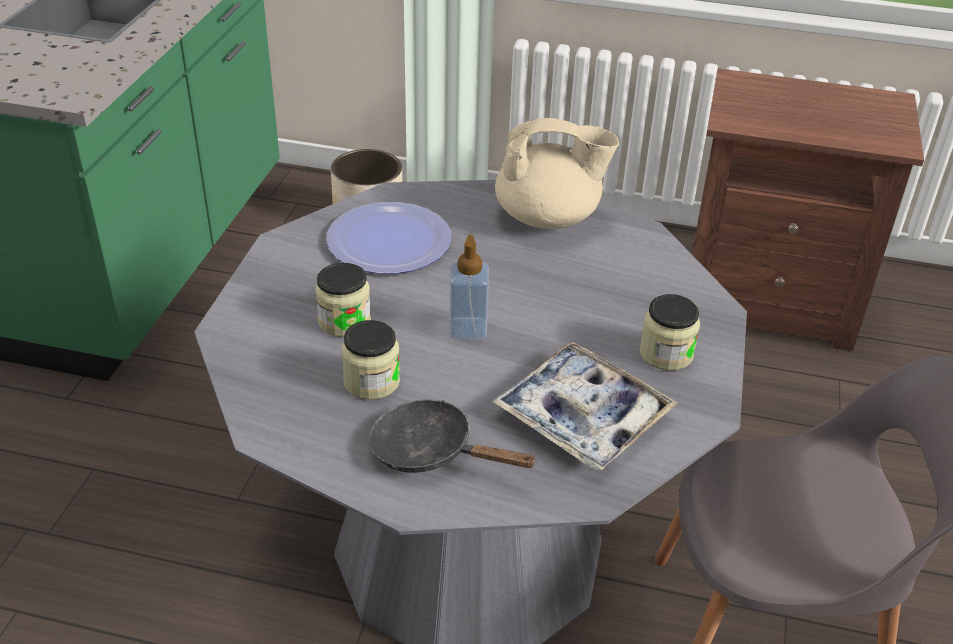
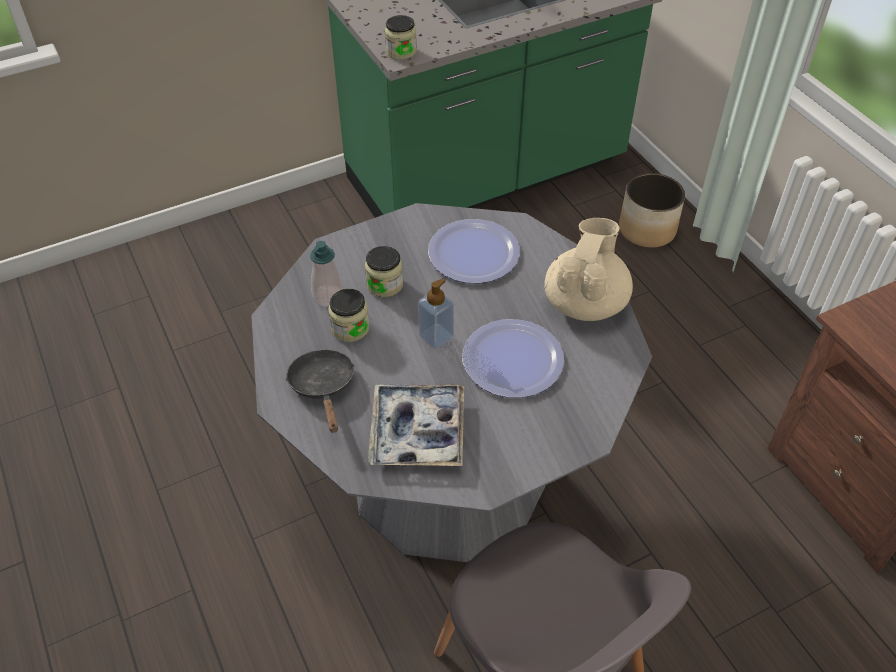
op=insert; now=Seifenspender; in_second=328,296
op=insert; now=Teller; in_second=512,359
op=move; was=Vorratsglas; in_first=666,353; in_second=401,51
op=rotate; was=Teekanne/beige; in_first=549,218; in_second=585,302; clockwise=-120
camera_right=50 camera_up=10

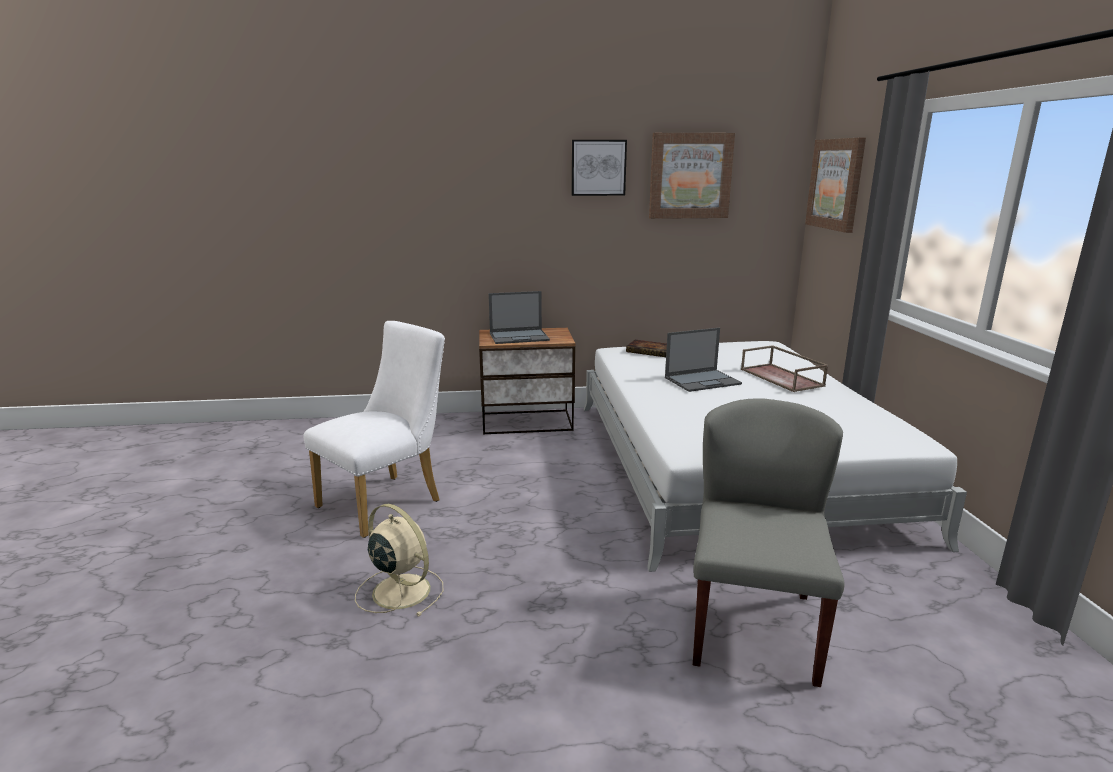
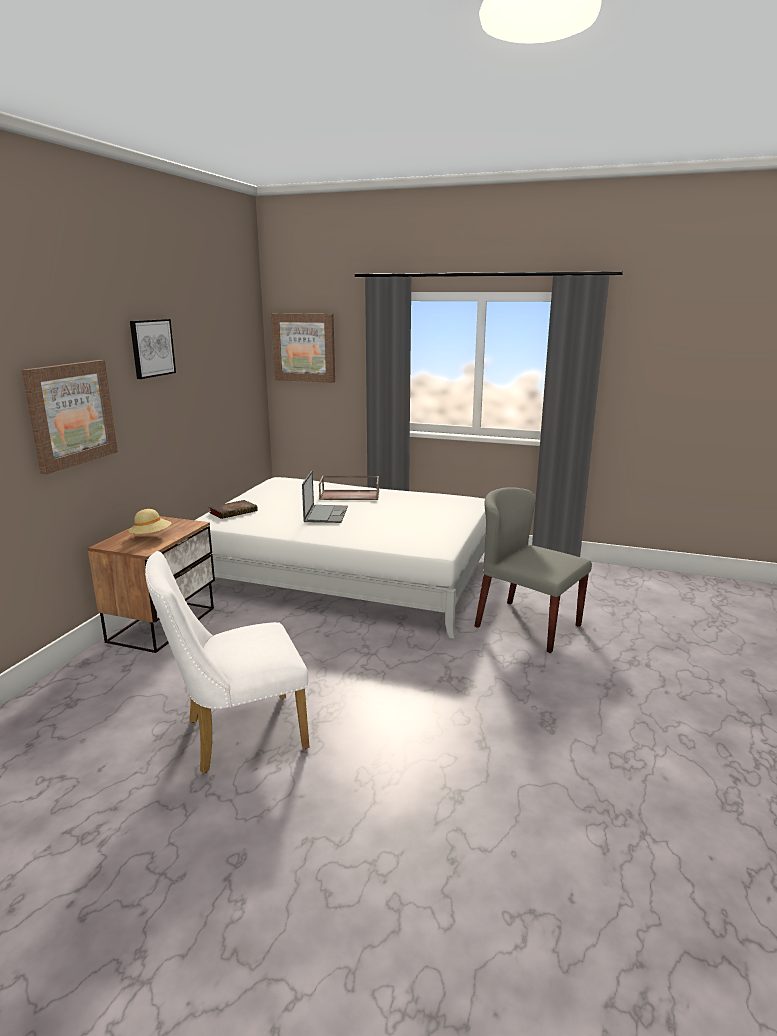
op=delete; was=Ventilator/beige; in_first=399,590
op=move; was=Bild; in_first=690,176; in_second=71,414
op=replace; was=Laptop; now=Hut/beige; in_first=520,337; in_second=151,536
op=rotate; was=Stuhl/weiß; in_first=387,501; in_second=236,736; clockwise=-90
camera_right=-65 camera_up=0

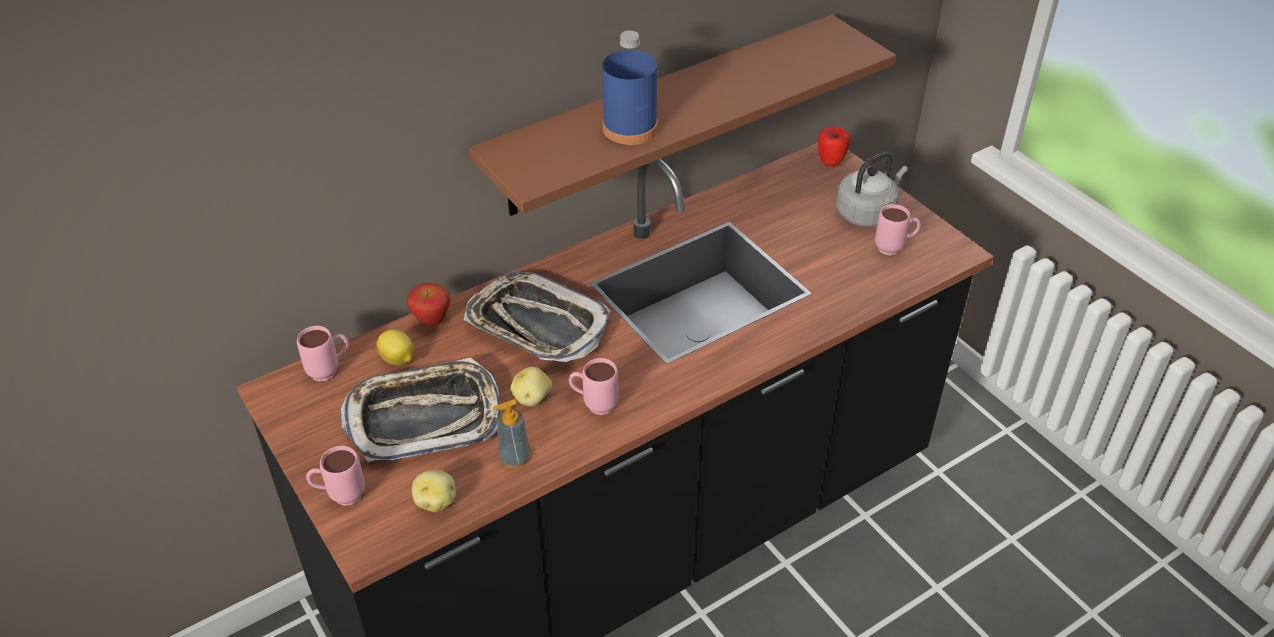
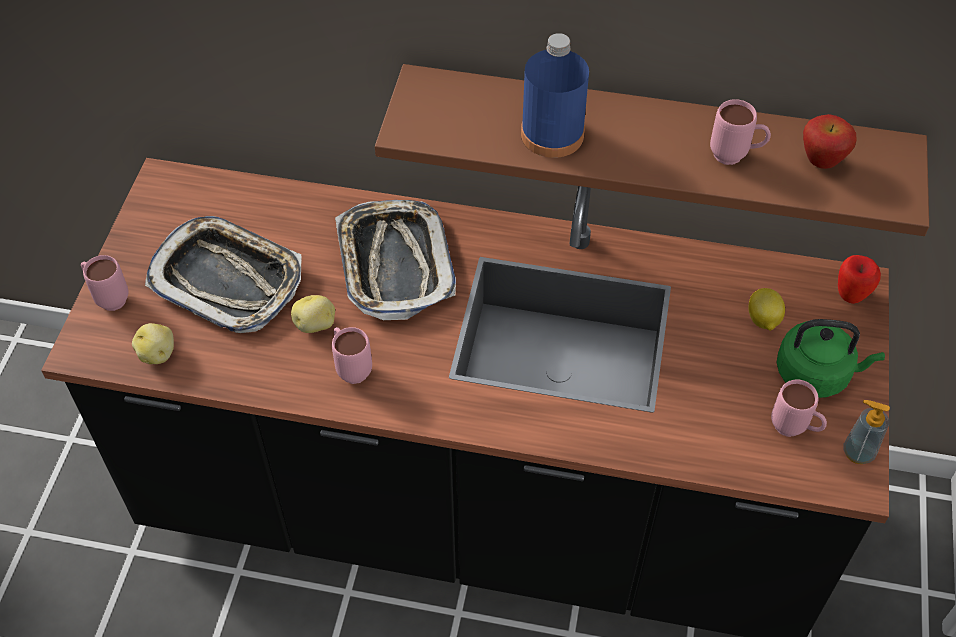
op=move; was=Henkelbecher/rosa; in_first=330,371; in_second=735,157
op=move; was=Zitrone; in_first=398,360; in_second=763,320
op=move; was=Apfel; in_first=432,322; in_second=821,162
op=move; was=Seifenspender; in_first=514,458; in_second=858,452
op=recolor; was=Wasserkessel/grau; now=Wasserkessel/grün; in_first=867,213; in_second=816,374
camera_right=45 camera_up=10

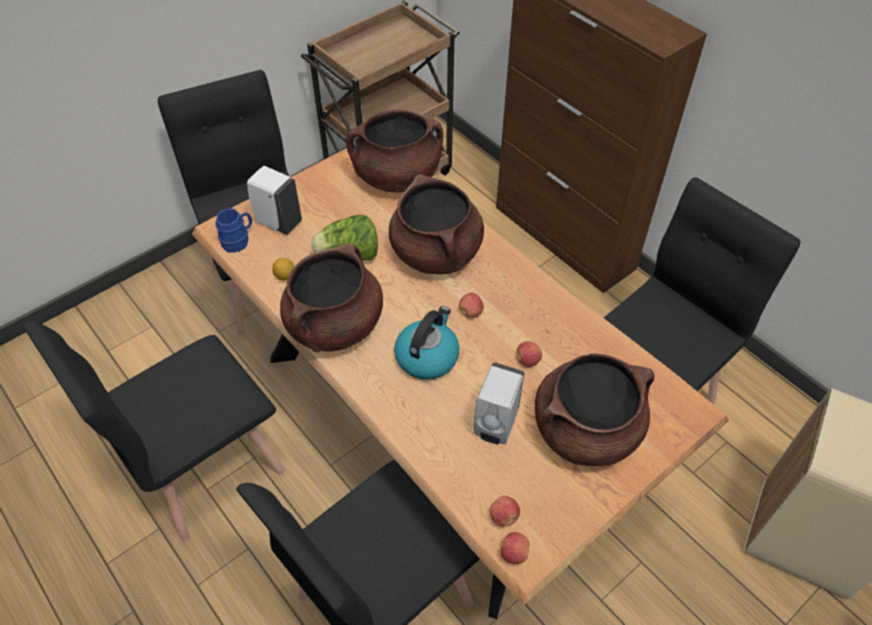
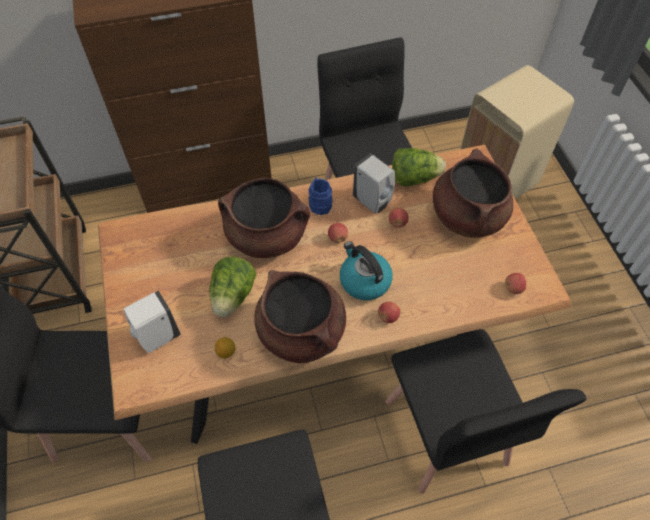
op=delete; was=Kochtopf/braun; in_first=397,177
op=insert; now=Salatkopf; in_second=414,178
op=move; was=Henkelbecher/blau; in_first=239,240; in_second=319,203
op=move; was=Seifenspender/weiß; in_first=495,426; in_second=373,202
op=move; was=Apfel; in_first=513,553; in_second=388,317
camera_right=-65 camera_up=5

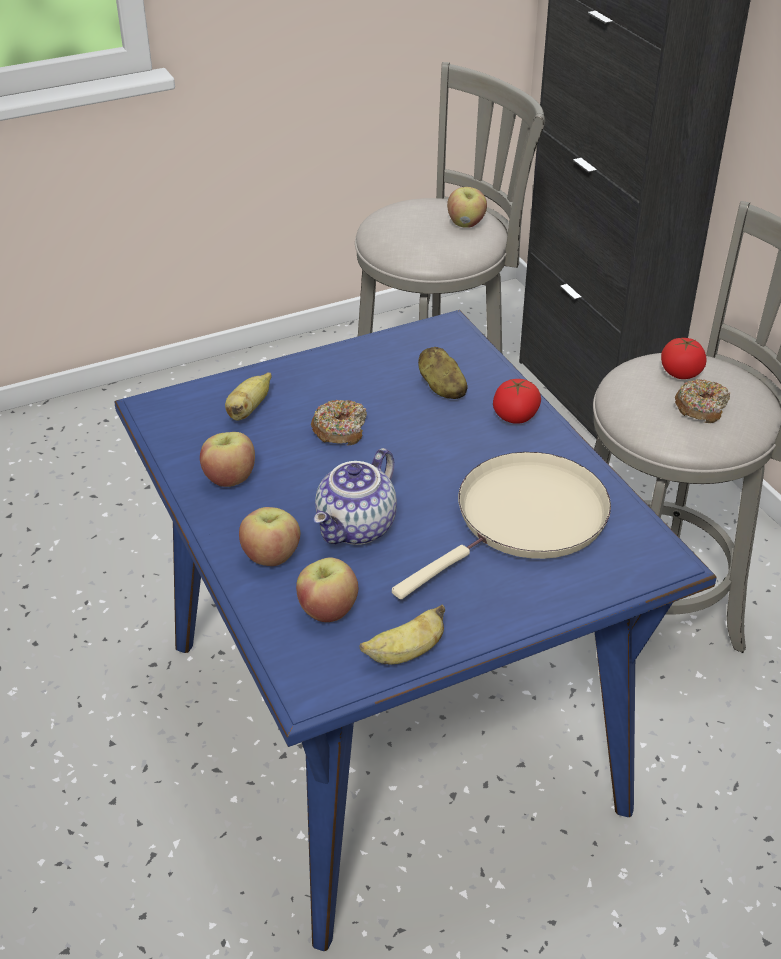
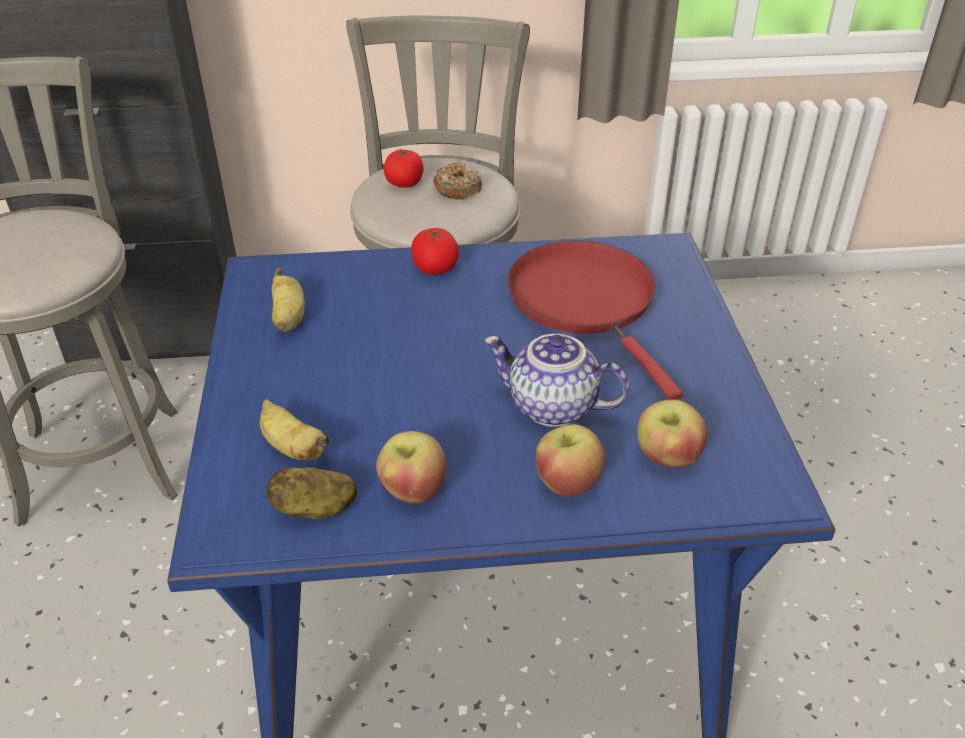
op=delete; was=Donut; in_first=340,430
op=delete; was=Apfel; in_first=466,224
op=move; was=Banane; in_first=405,653; in_second=289,319
op=move; was=Kartoffel; in_first=441,388; in_second=314,509
op=recolor; was=Pfanne/beige; now=Pfanne/rot; in_first=524,520; in_second=586,302
op=rotate; was=Teekanne; in_first=357,528; in_second=551,408; clockwise=150
camera_right=-70 camera_up=0

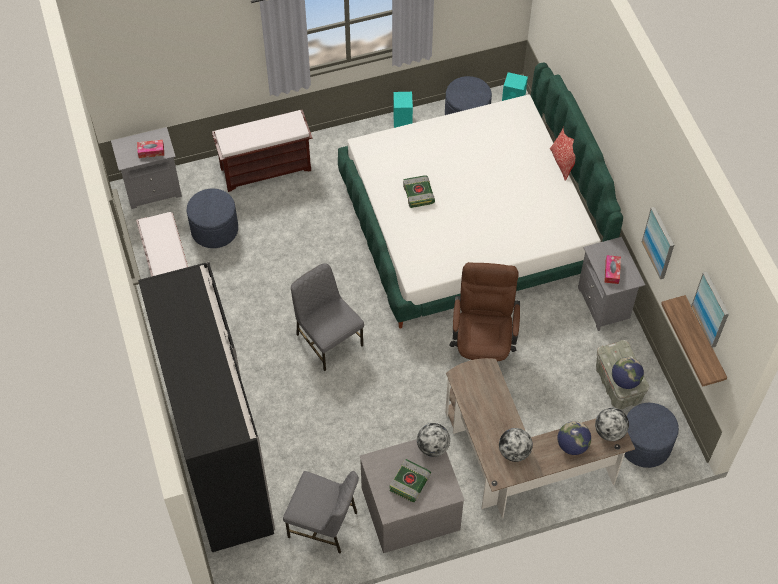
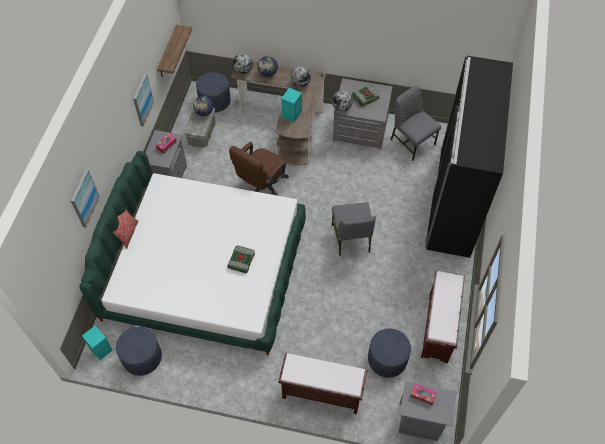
op=move; was=Lautsprecher/türkis; in_first=402,123; in_second=292,114
op=move; was=Bild; in_first=711,309; in_second=84,198
camera_right=-150 camera_up=0

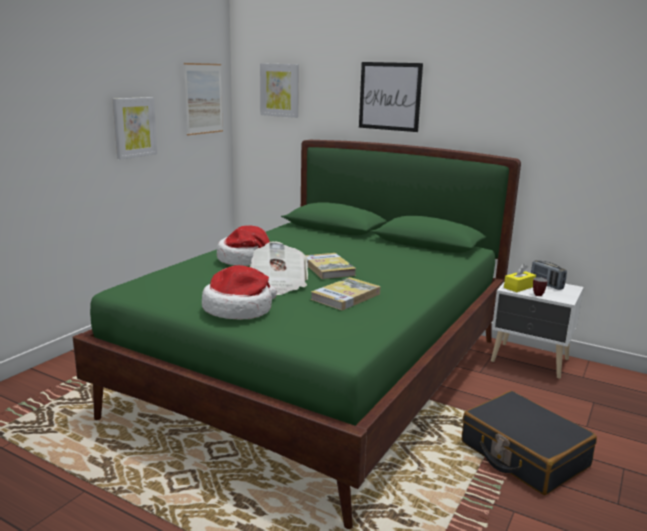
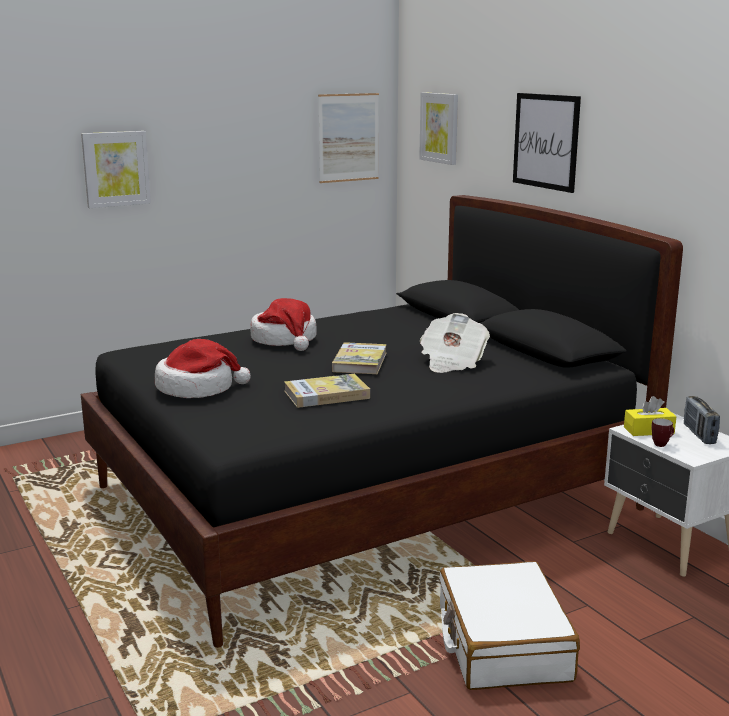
op=move; was=Bild; in_first=134,127; in_second=116,169
op=move; was=Zeitung; in_first=279,284; in_second=452,362
op=recolor; was=Bett/grün; now=Bett/schwarz; in_first=321,375; in_second=365,498
op=recolor; was=Koffer/schwarz; now=Koffer/weiß; in_first=523,454; in_second=502,643
camera_right=30 camera_up=0

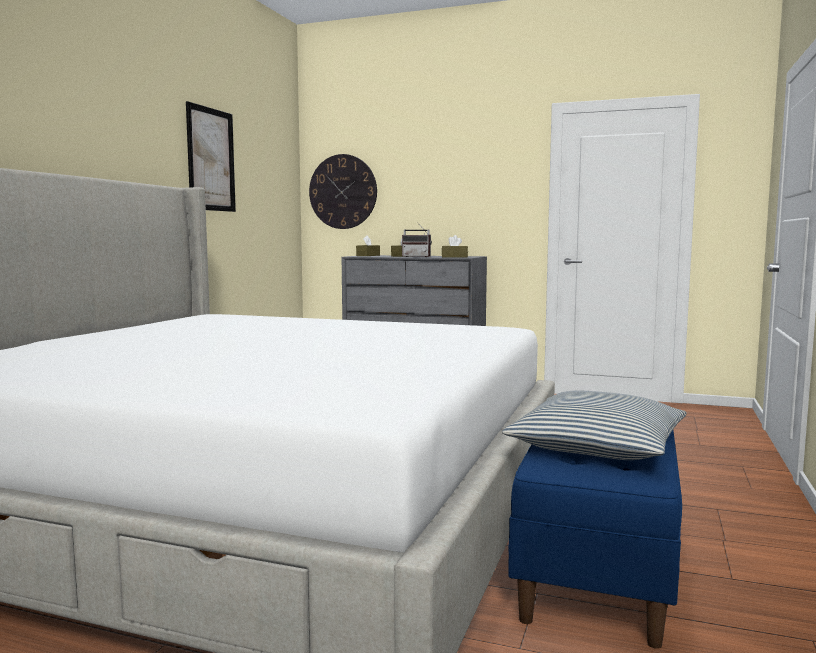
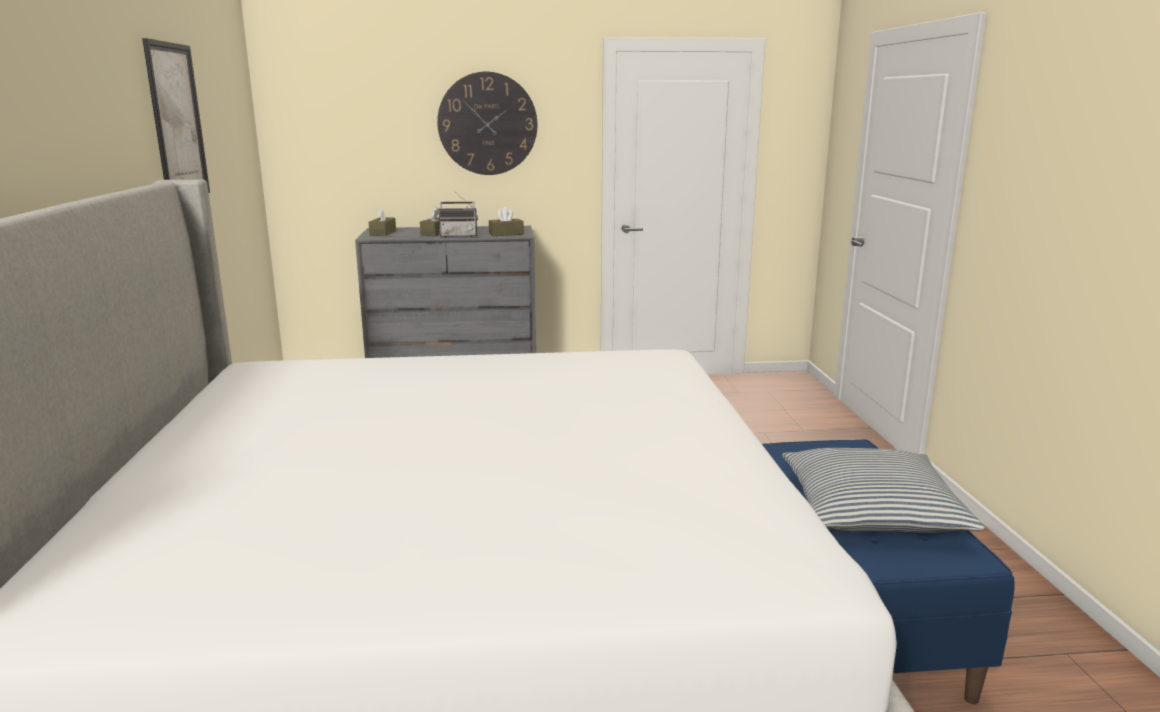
op=move; was=Wanduhr; in_first=343,191; in_second=487,124
camera_right=-25 camera_up=10

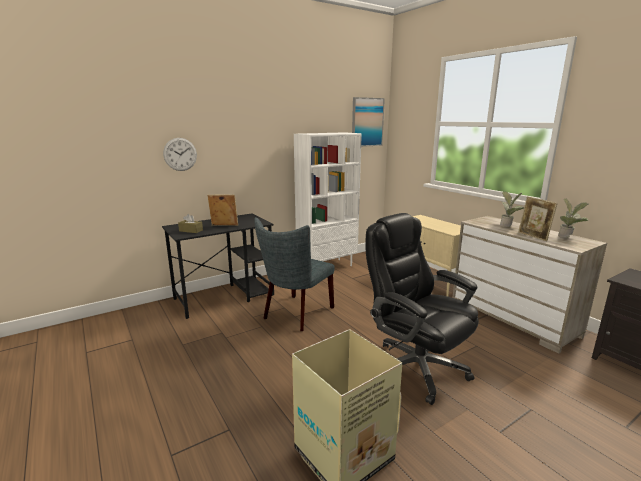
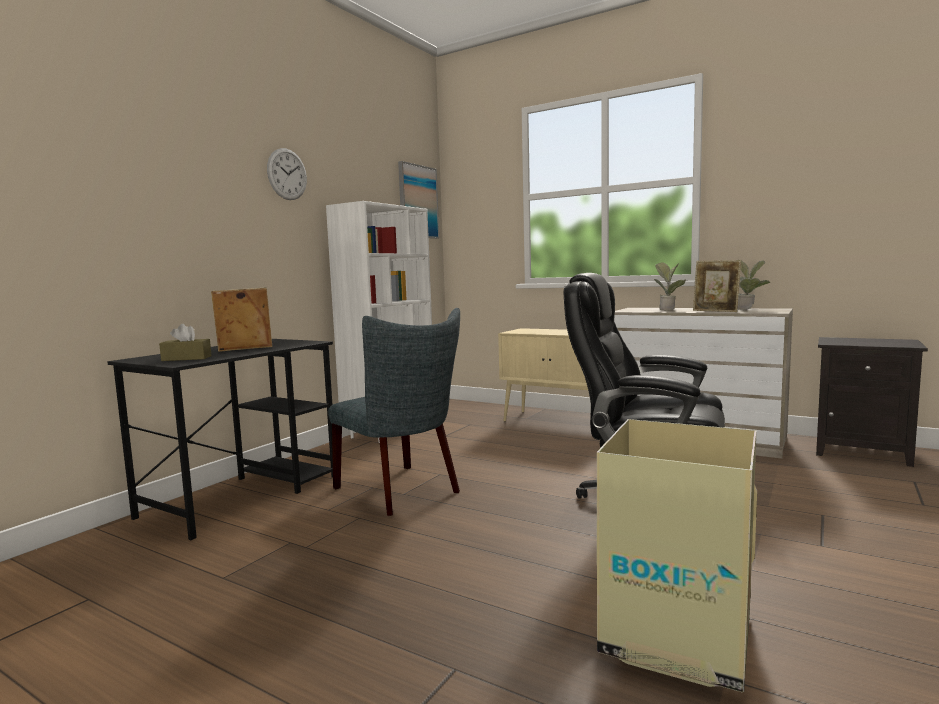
op=move; was=Wanduhr; in_first=180,154; in_second=287,174
op=rotate; was=Stuhl/grau; in_first=296,314; in_second=402,491; clockwise=-45
camera_right=-25 camera_up=-10

